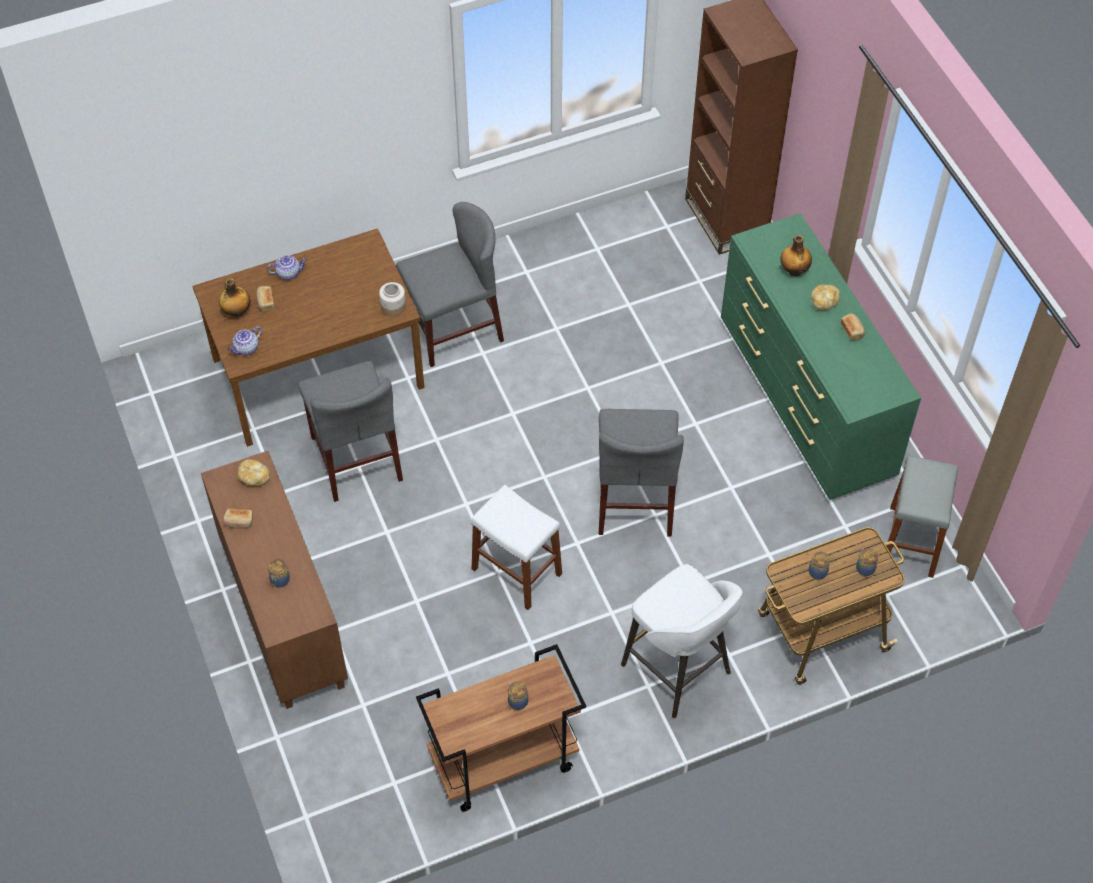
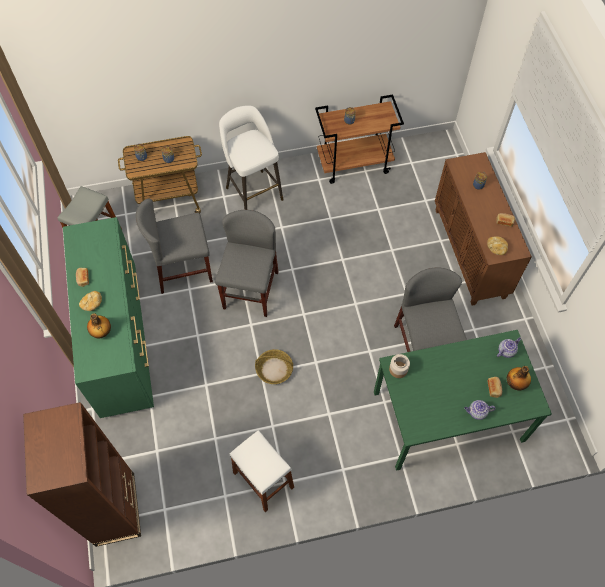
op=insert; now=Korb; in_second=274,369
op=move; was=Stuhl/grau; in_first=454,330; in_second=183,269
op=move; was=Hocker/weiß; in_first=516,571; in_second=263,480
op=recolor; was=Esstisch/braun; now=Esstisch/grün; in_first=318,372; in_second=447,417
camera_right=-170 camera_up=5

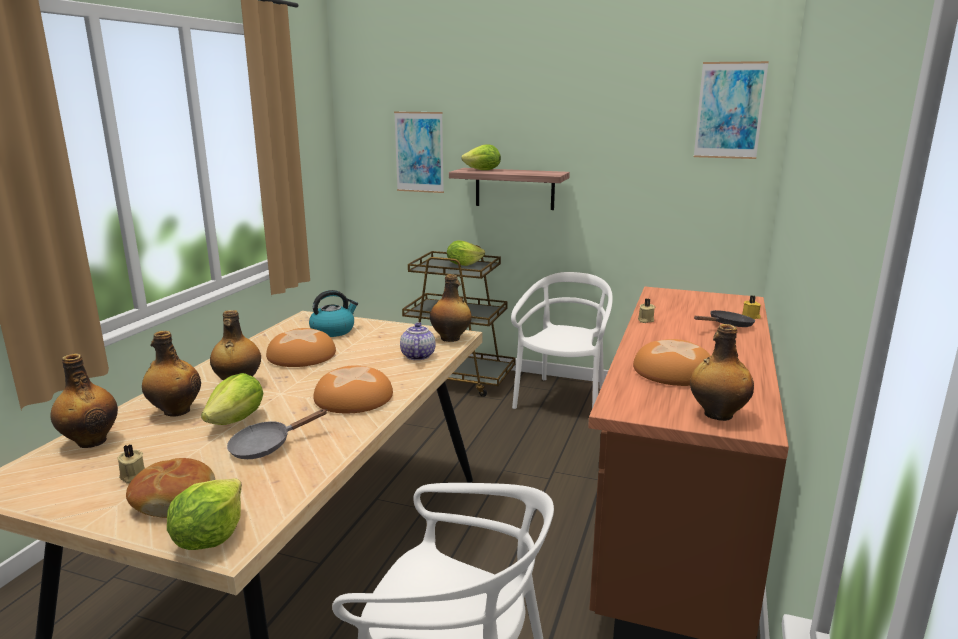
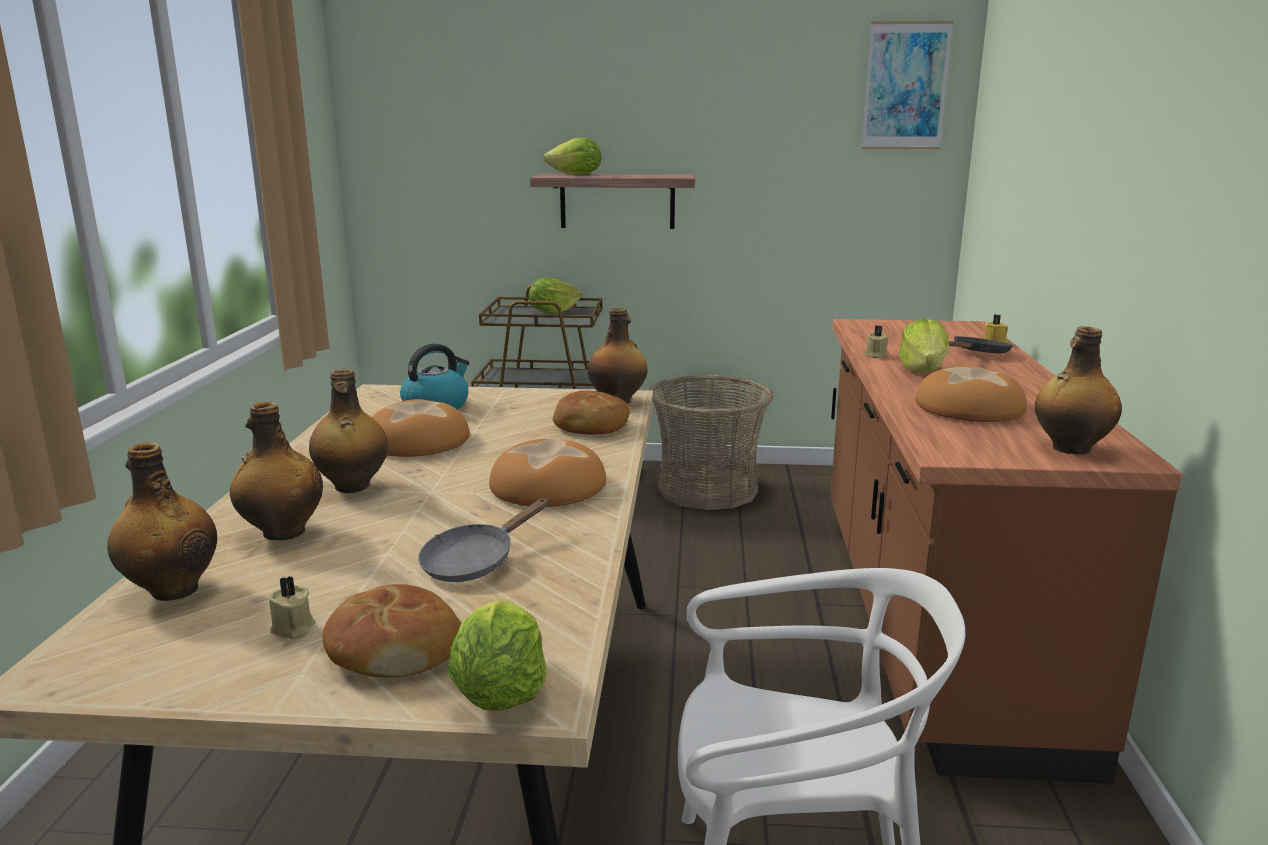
op=delete; was=Bild; in_first=419,152
op=move; was=Salatkopf; in_first=237,420; in_second=923,371
op=replace; was=Teekanne; now=Brot; in_first=417,356; in_second=590,426
op=replace; was=Stuhl/weiß; now=Korb; in_first=563,399; in_second=708,489
camera_right=-15 camera_up=0

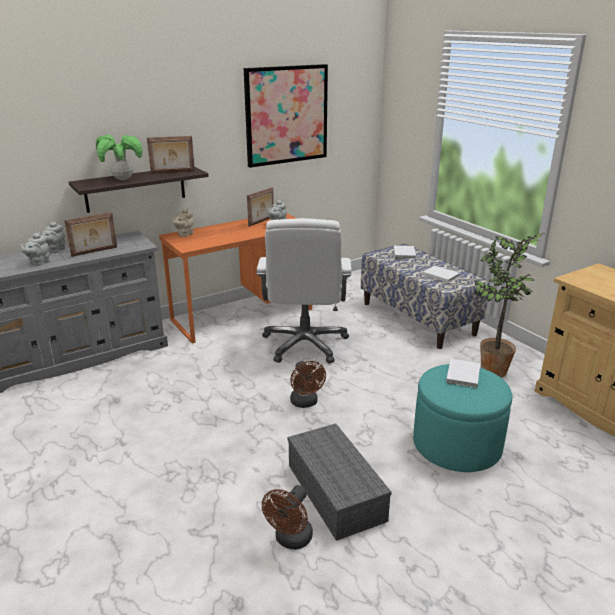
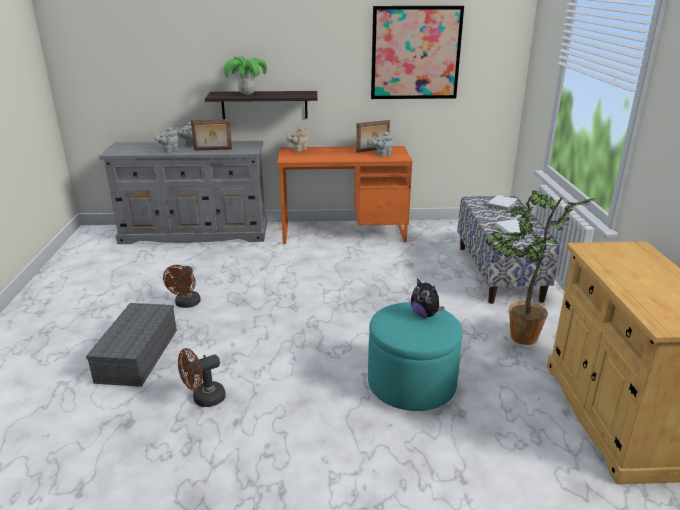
op=delete; was=Bilderrahmen; in_first=173,172
op=delete; was=Bürostuhl/weiß; in_first=305,344
op=move; was=Aufbewahrungsbox/grau; in_first=337,492; in_second=138,356
op=move; was=Ventilator/braun; in_first=305,403; in_second=186,304
op=replace; was=Buch/weiß; now=Plüschtier; in_first=463,374; in_second=425,314
camera_right=30 camera_up=0

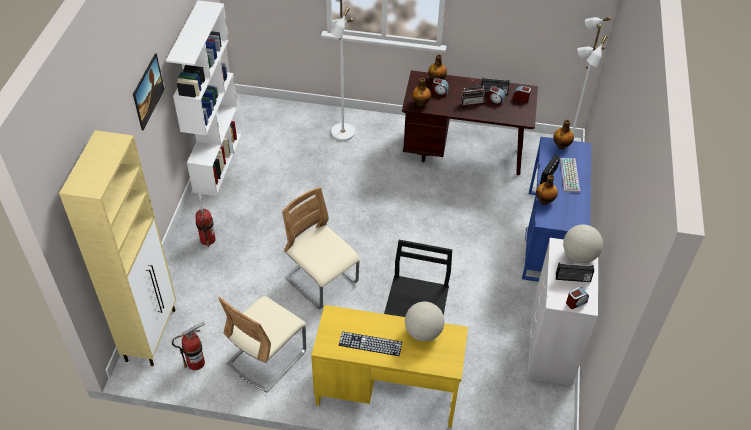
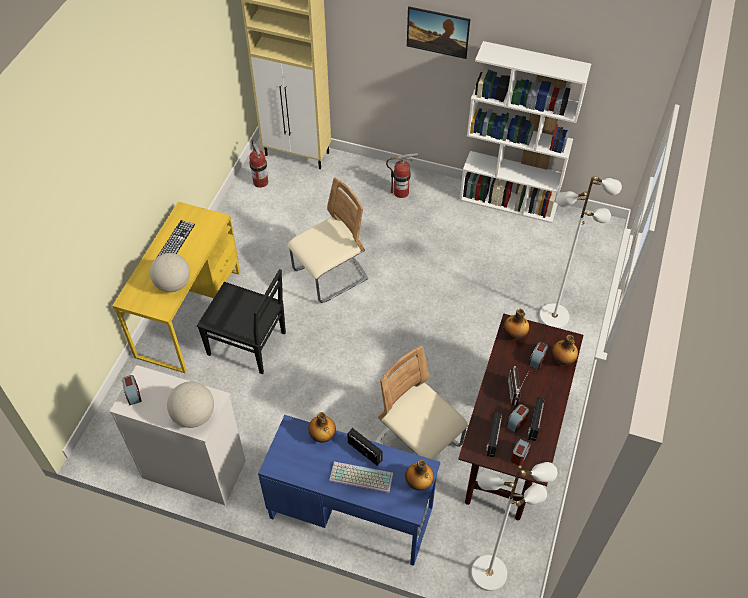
op=move; was=Stuhl/beige; in_first=267,357; in_second=418,444
op=move; was=Radio; in_first=572,278; in_second=492,439
camera_right=100 camera_up=5

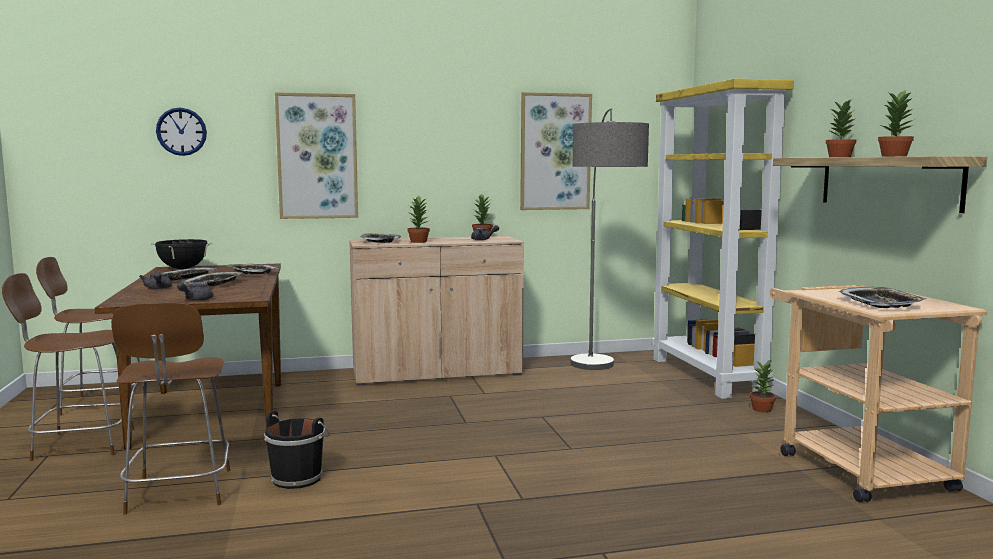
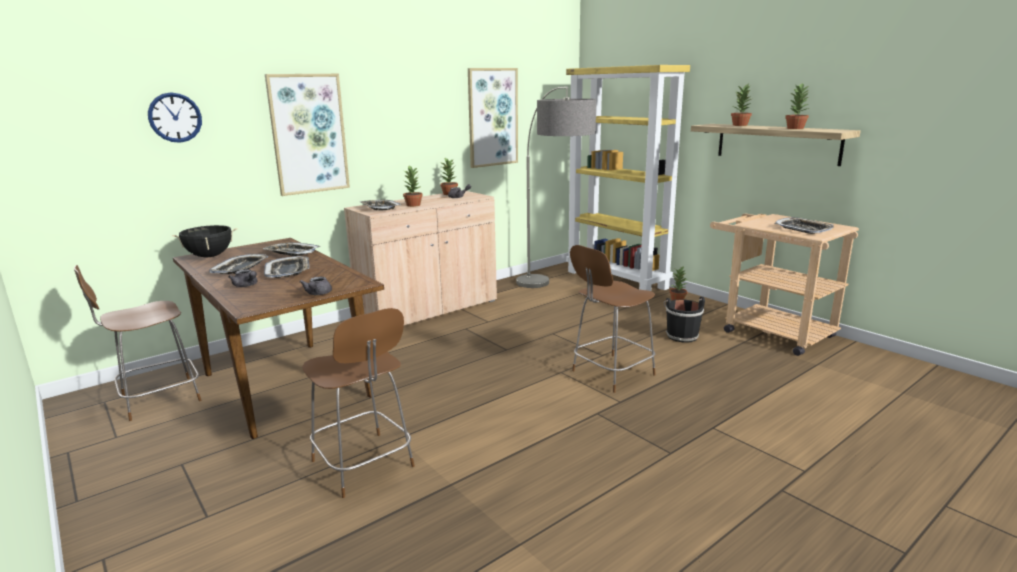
op=move; was=Stuhl/braun; in_first=80,444; in_second=611,373
op=move; was=Eimer/schwarz; in_first=298,477; in_second=681,336
camera_right=-25 camera_up=10

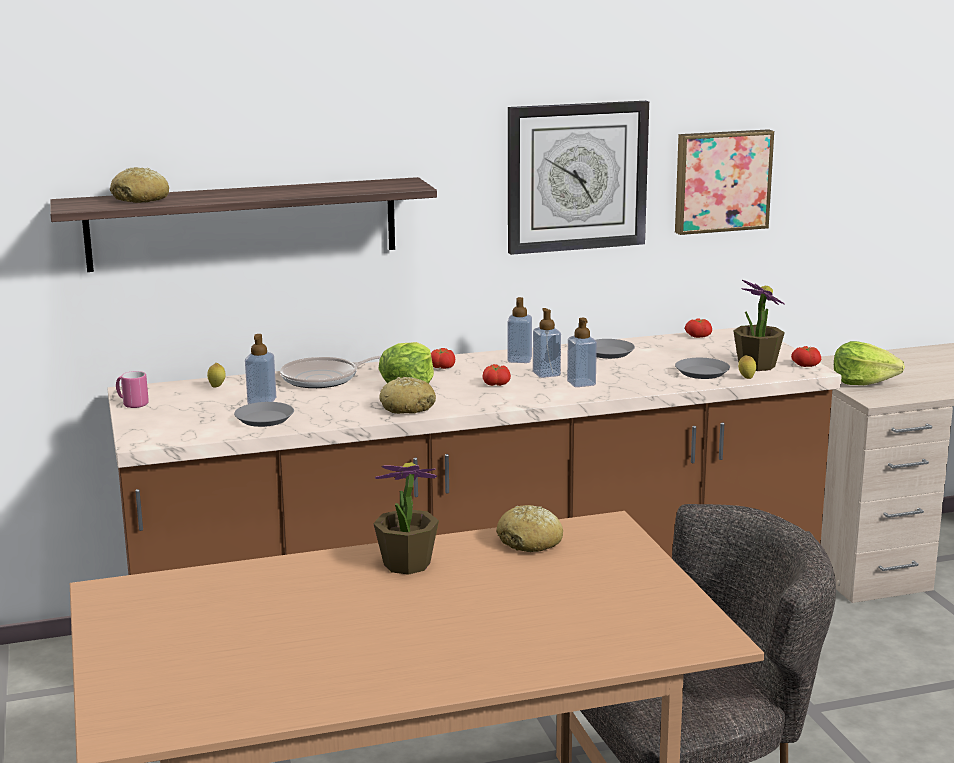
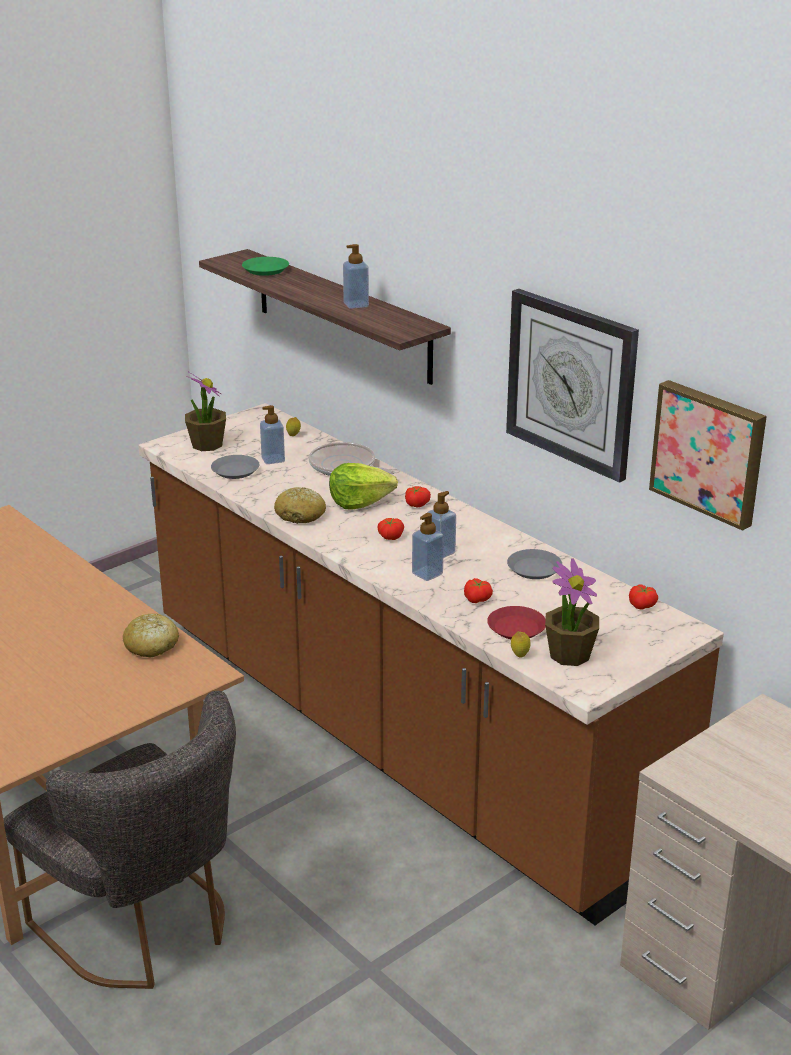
op=delete; was=Henkelbecher/rosa; in_first=132,404
op=delete; was=Salatkopf; in_first=863,382
op=move; was=Topfpflanze; in_first=406,564; in_second=207,444
op=move; was=Seifenspender; in_first=519,360; in_second=356,305
op=move; was=Tomate; in_first=806,365; in_second=478,599
op=replace; was=Brot; now=Teller/grün; in_first=141,199; in_second=266,270
op=recolor; was=Teller/grau; now=Teller/rot; in_first=701,372; in_second=516,628
camera_right=65 camera_up=10

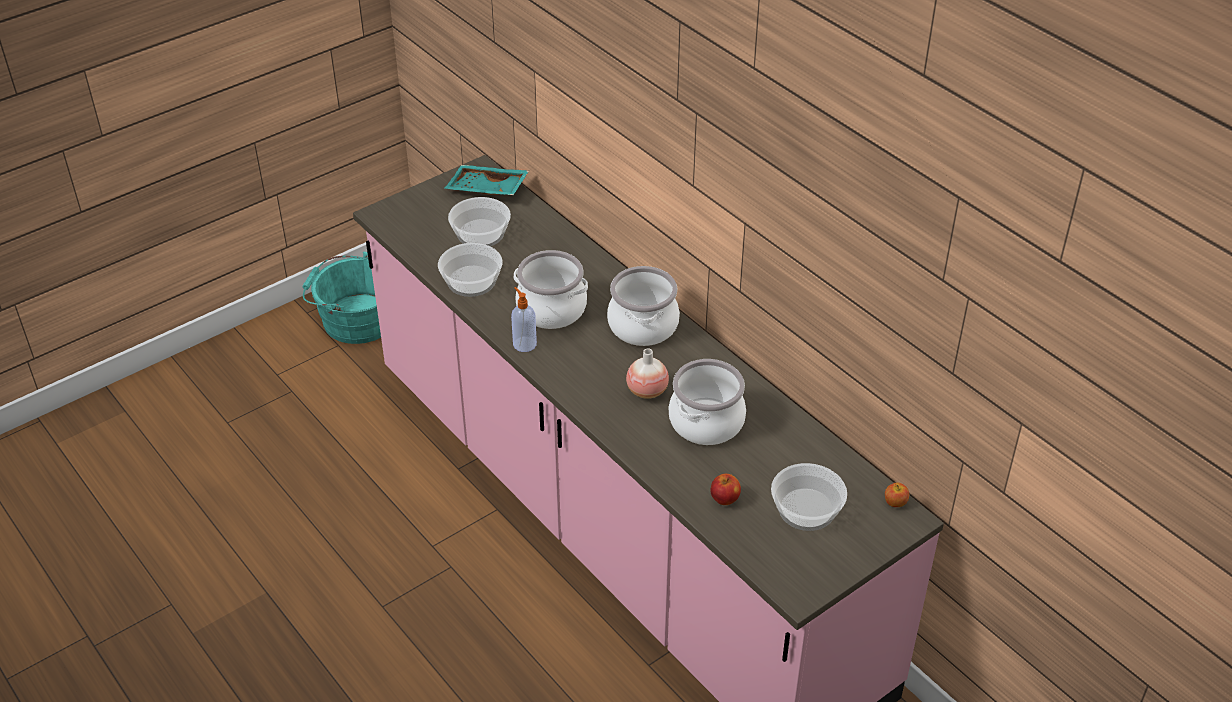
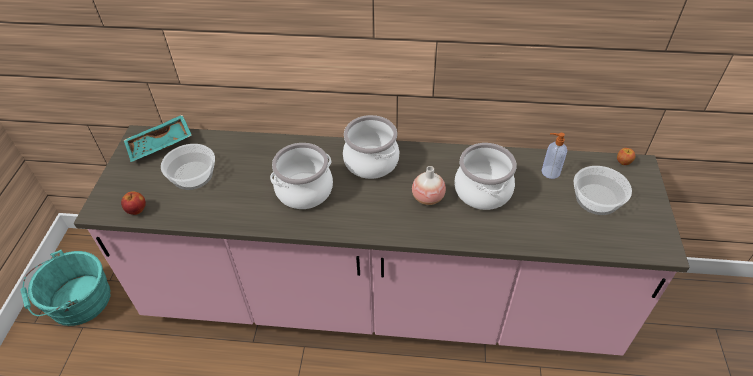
op=delete; was=Schüssel; in_first=471,281
op=move; was=Seifenspender; in_first=524,344; in_second=549,172
op=move; was=Apfel; in_first=724,499; in_second=137,210
camera_right=-45 camera_up=5

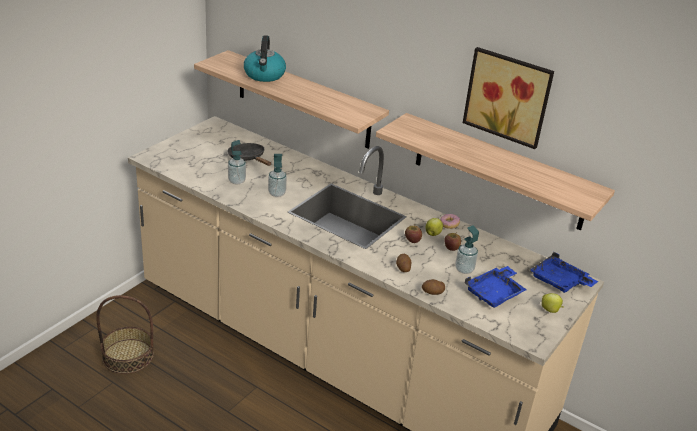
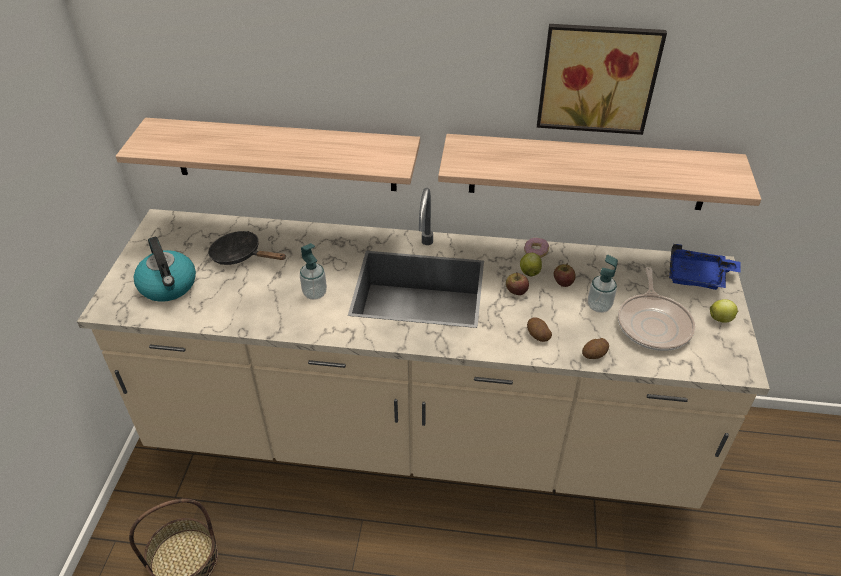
op=delete; was=Seifenspender; in_first=236,181
op=move; was=Wasserkessel; in_first=264,75; in_second=169,286
op=replace; was=Tablett/blau; now=Pfanne; in_first=495,293; in_second=653,324
camera_right=-25 camera_up=10

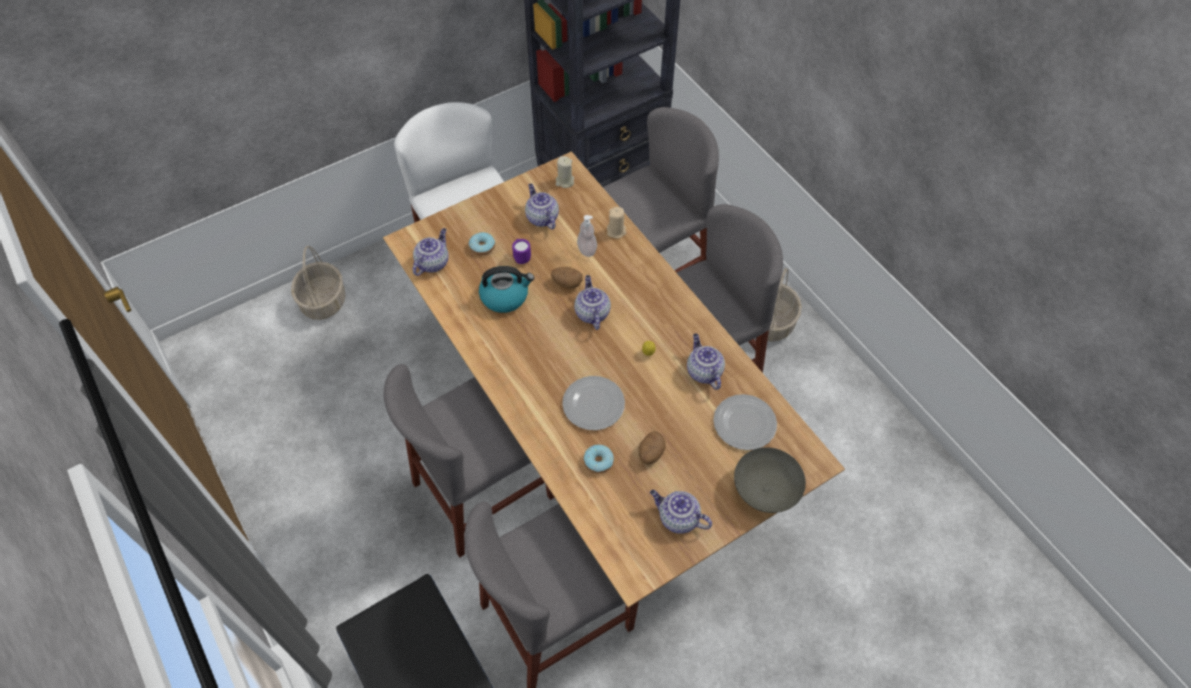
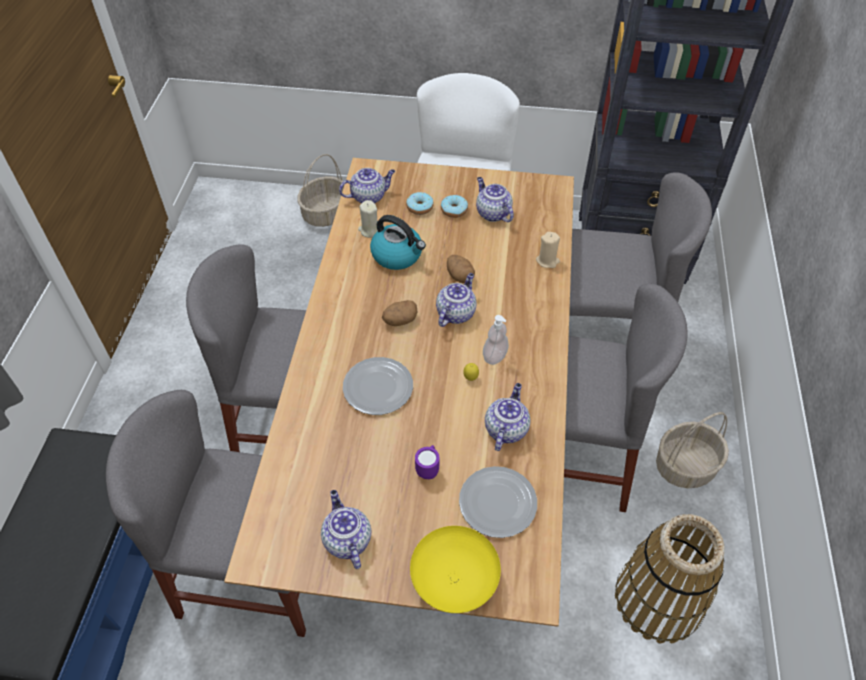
op=insert; now=Korb; in_second=658,600
op=move; was=Henkelbecher/lila; in_first=521,258; in_second=428,469
op=move; was=Kerze/beige; in_first=564,181; in_second=369,230
op=move; was=Seifenspender; in_first=587,249; in_second=494,356
op=move; was=Donut; in_first=598,461; in_second=454,210
op=move; was=Kartoffel; in_first=650,453; in_second=400,320
op=recolor; was=Schüssel/grau; now=Schüssel/gelb; in_first=764,491; in_second=453,580
op=rotate; was=Teekanne; in_first=541,218; in_second=492,213; clockwise=-45
camera_right=40 camera_up=-5

